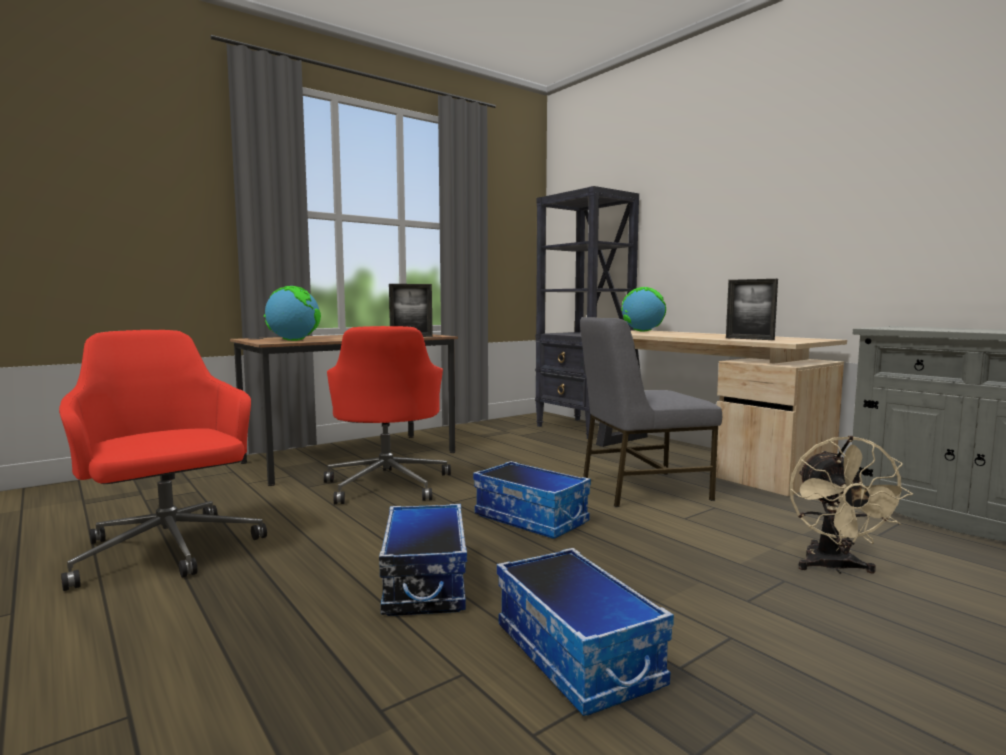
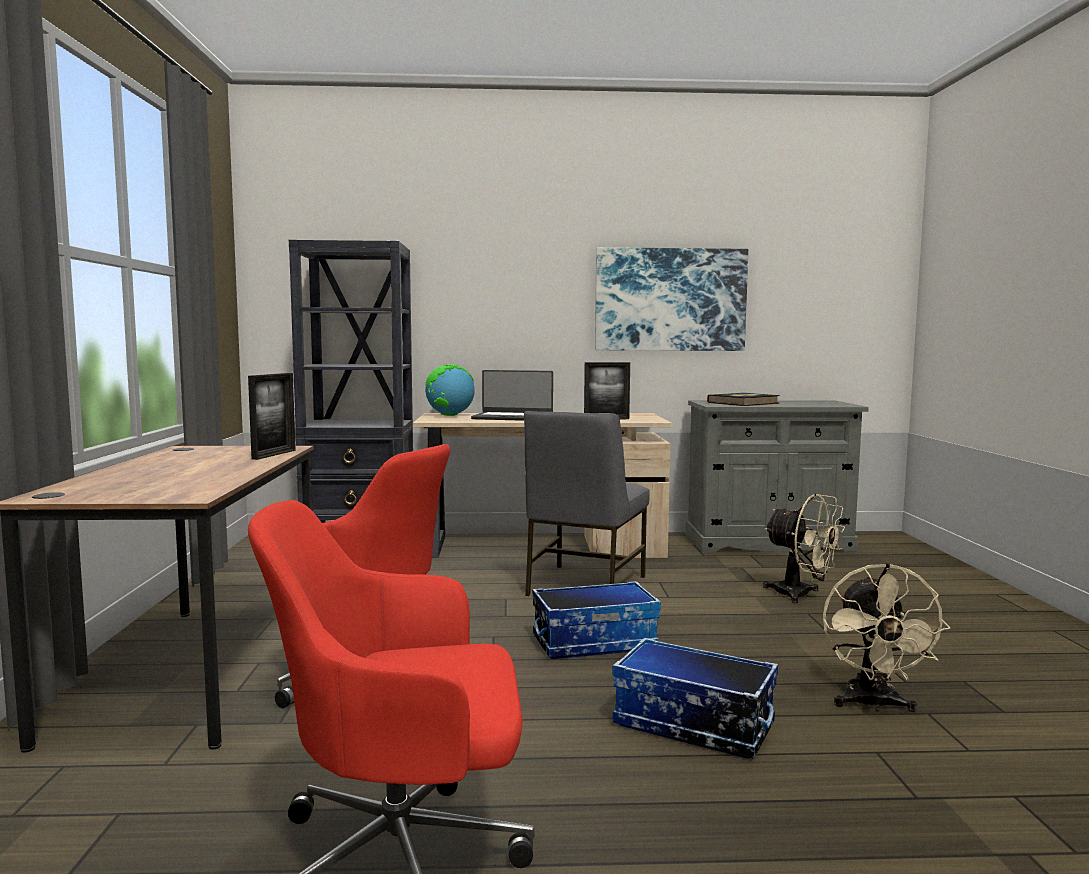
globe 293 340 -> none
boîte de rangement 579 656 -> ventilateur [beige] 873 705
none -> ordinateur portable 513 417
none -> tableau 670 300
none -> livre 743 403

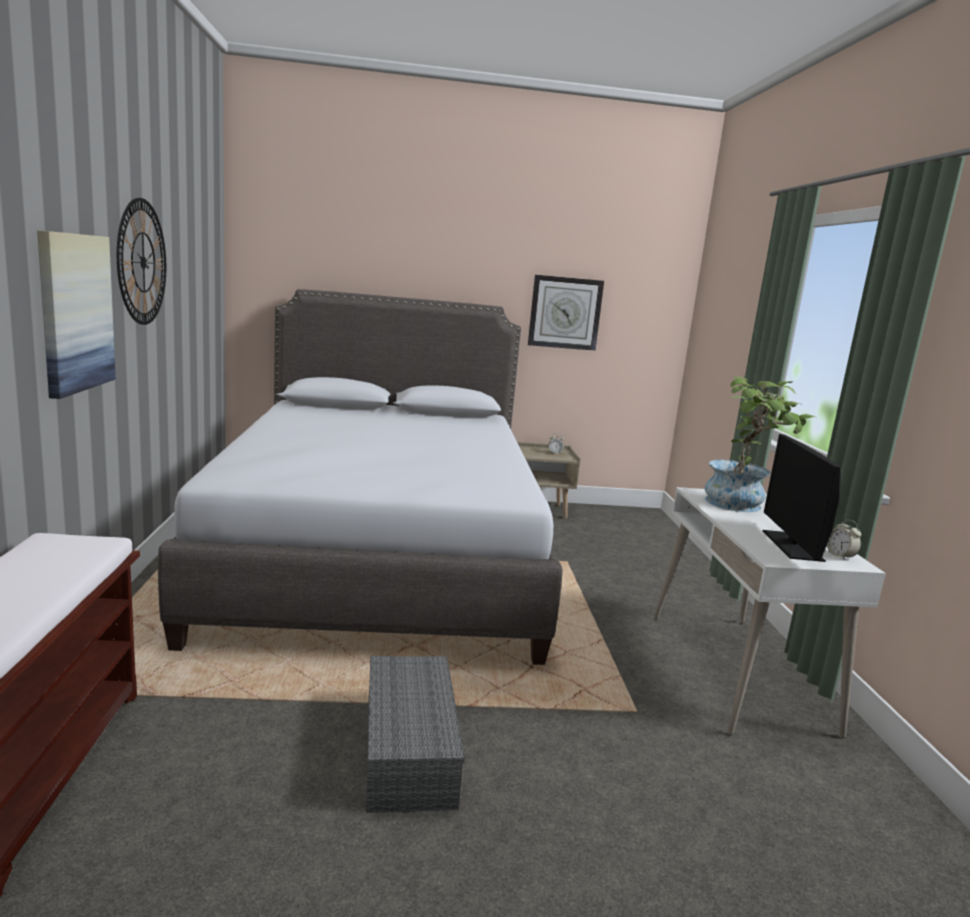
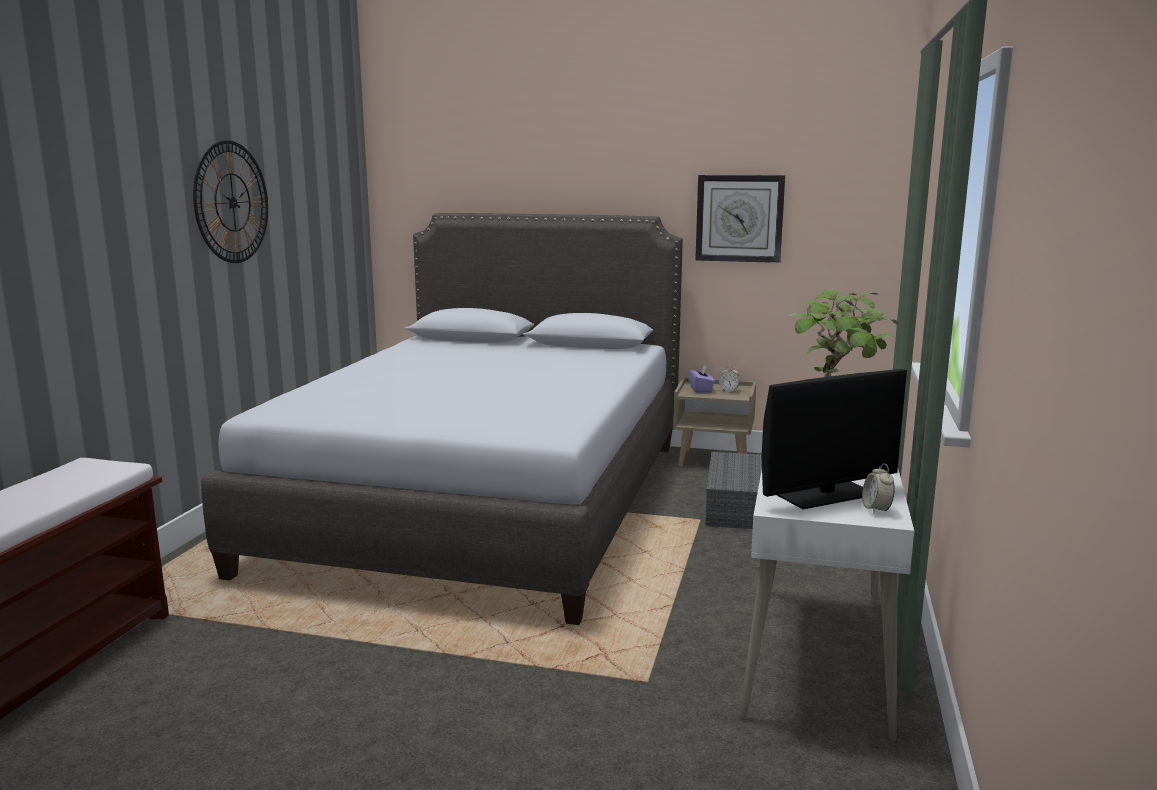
tableau 75 312 -> none
boîte de rangement [gris] 406 748 -> boîte de rangement [gris] 734 505, move
écran d'ordinateur 792 545 -> écran d'ordinateur 826 495, 135 degrees counterclockwise
none -> boîte à mouchoirs [violet] 701 390

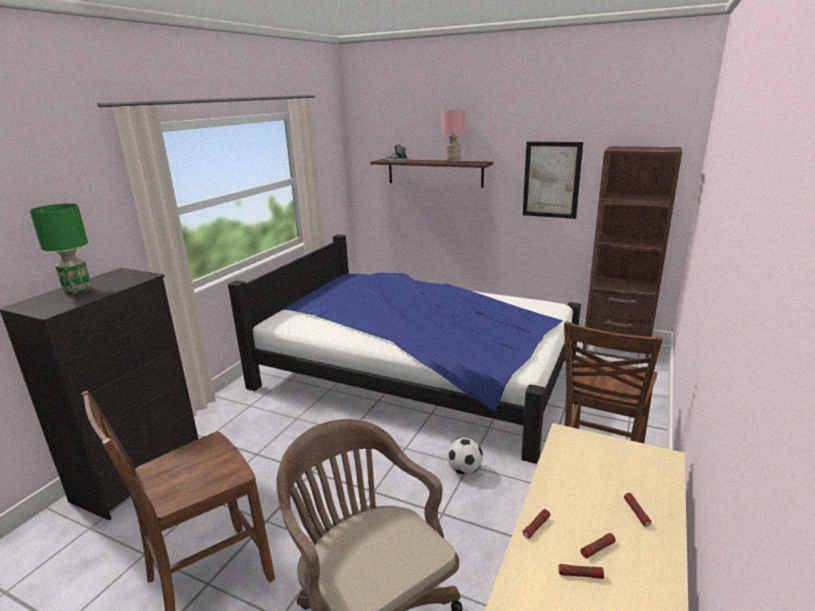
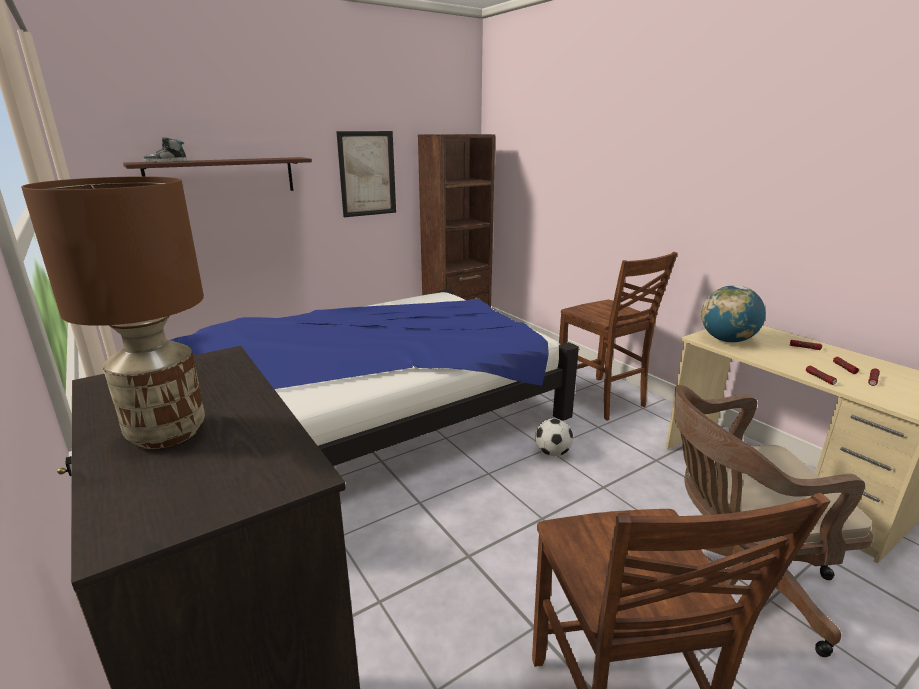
lampe de table [vert] 78 290 -> lampe de table [marron] 168 432
lampe de table [rose] 453 161 -> none
none -> globe 727 340

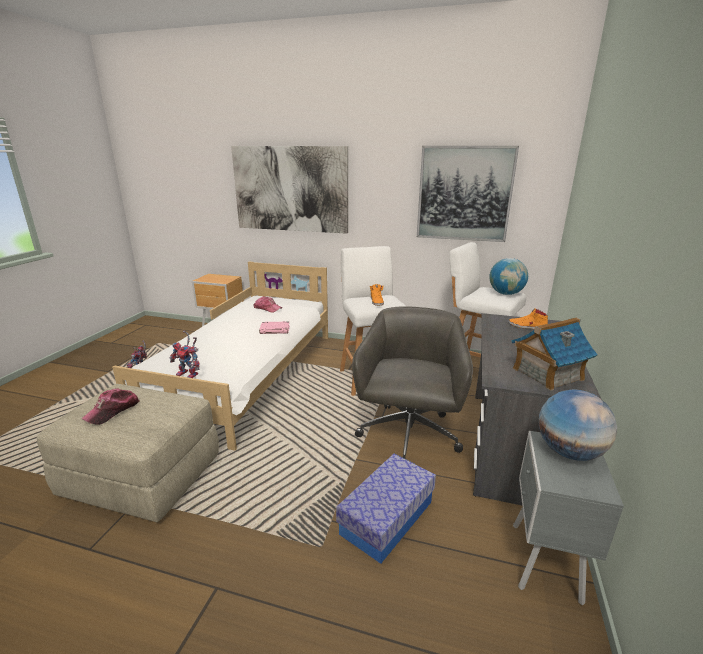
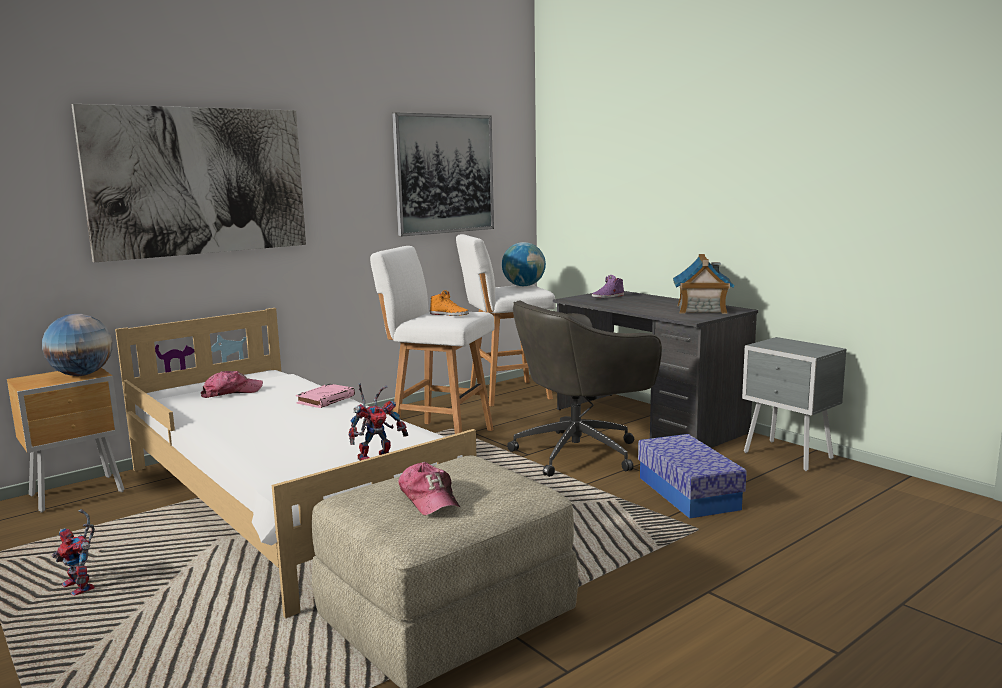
chaise de bureau [gris] 408 436 -> chaise de bureau [gris] 580 453, 75 degrees counterclockwise
chaussure [orange] 527 326 -> chaussure [violet] 608 297
globe 569 452 -> globe 81 375, move

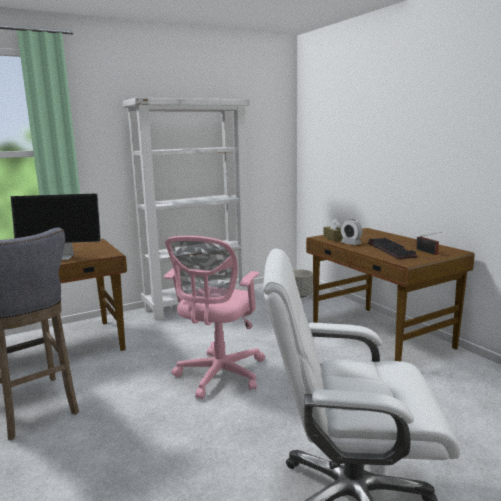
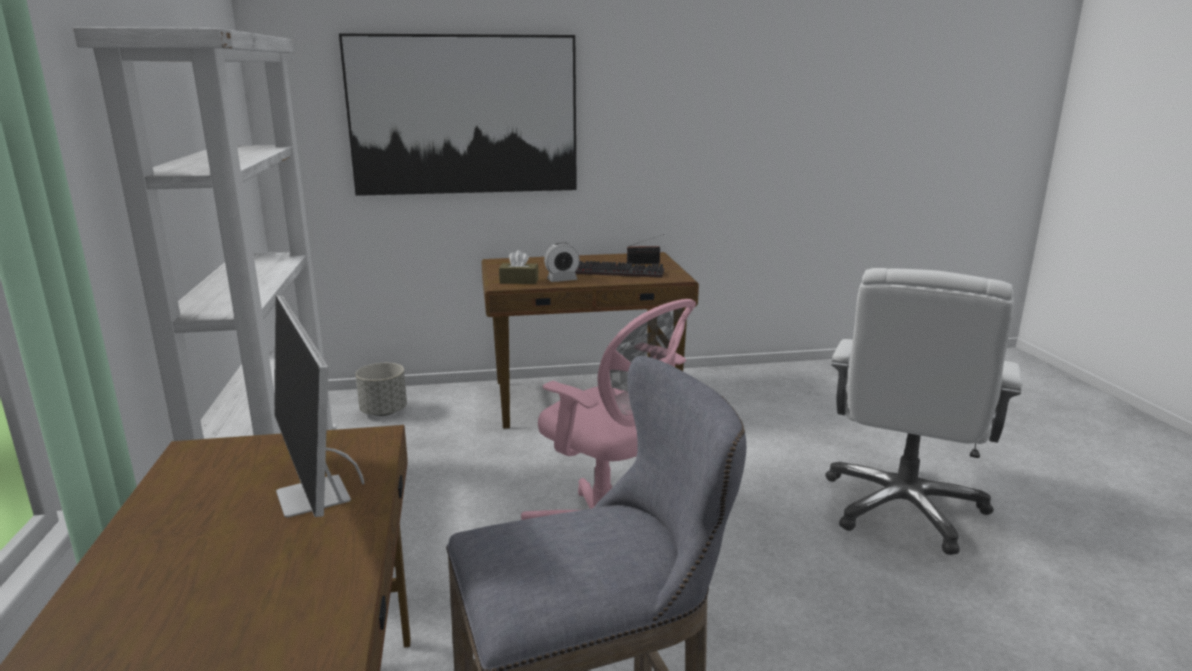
écran d'ordinateur 62 257 -> écran d'ordinateur 315 497, 135 degrees clockwise
none -> tableau 464 115

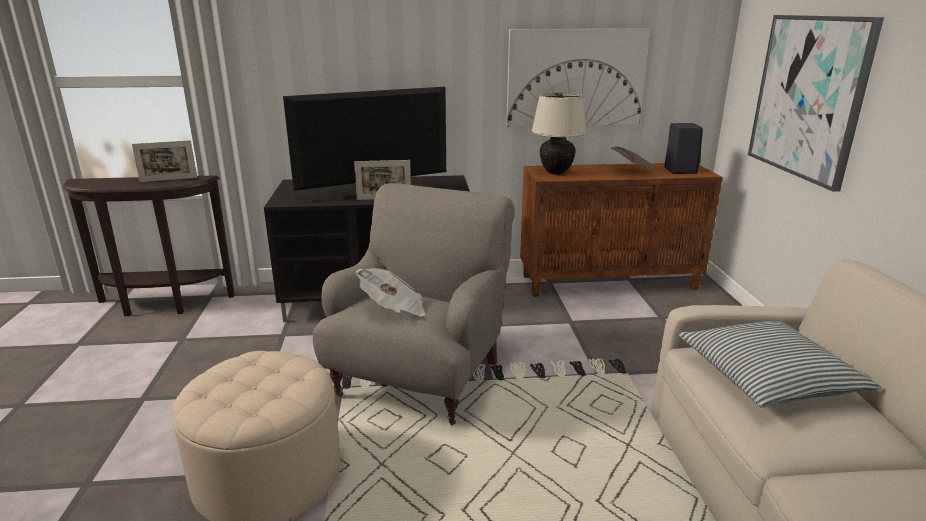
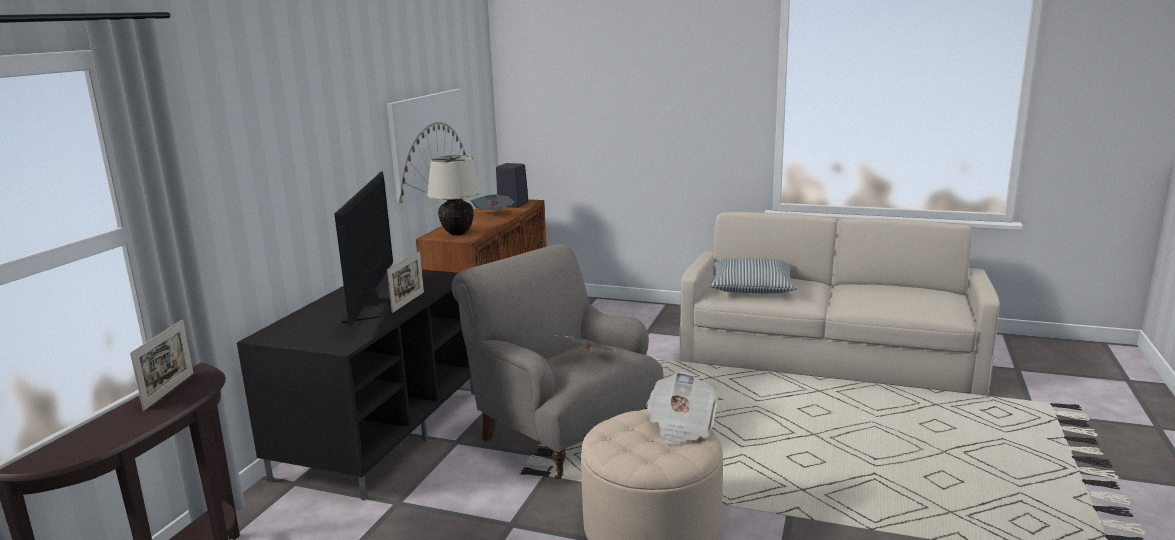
tableau 808 97 -> none
none -> journal 681 426

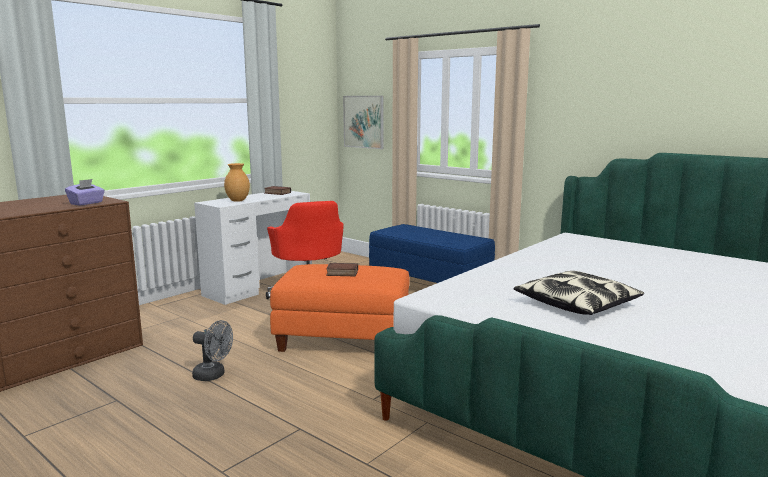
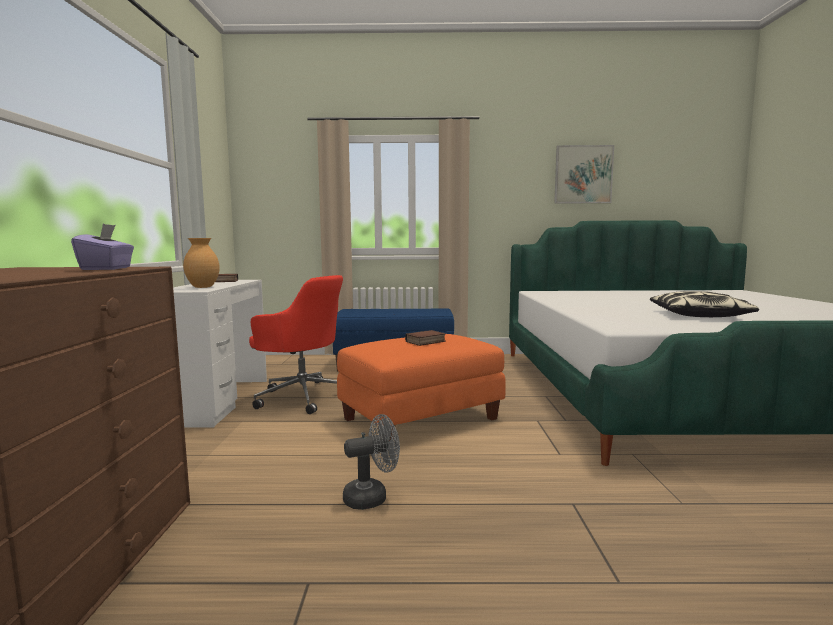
tableau 364 122 -> tableau 583 174, move

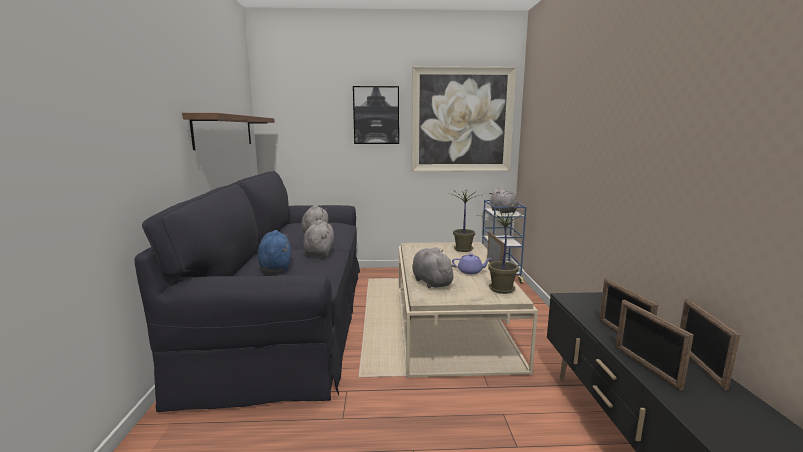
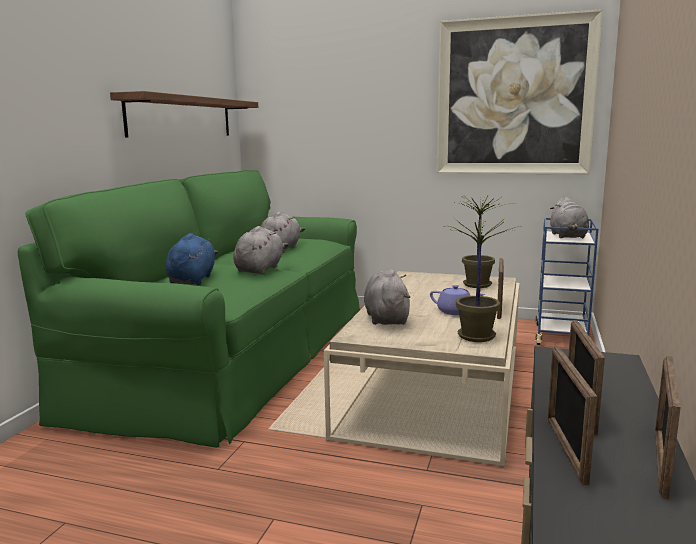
canapé [noir] 291 317 -> canapé [vert] 239 353
tableau 376 115 -> none

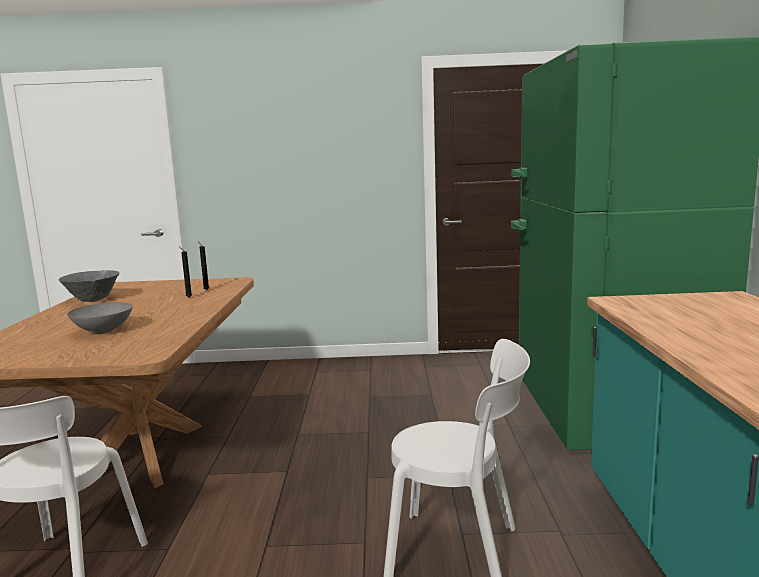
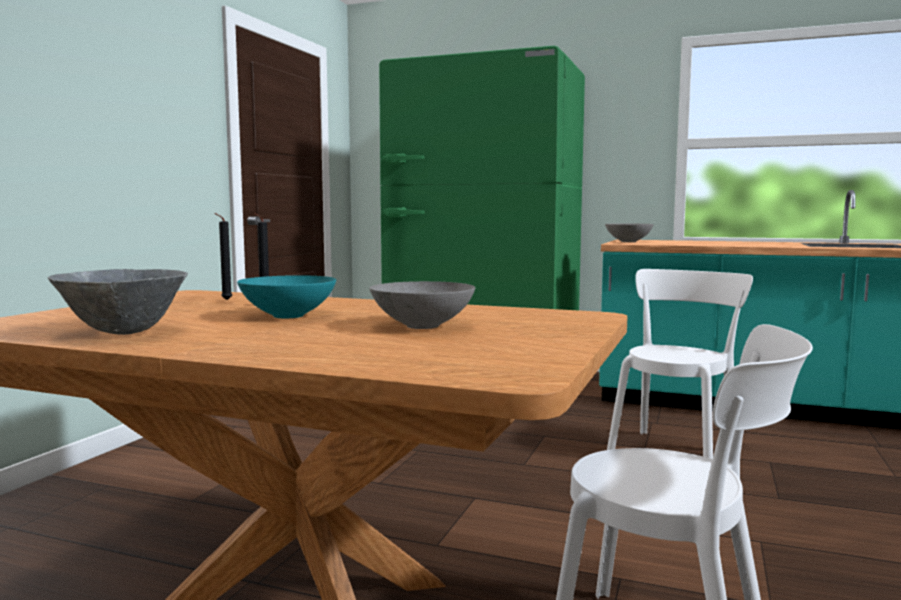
none -> bol [turquoise] 289 315
none -> bol [gris] 628 241

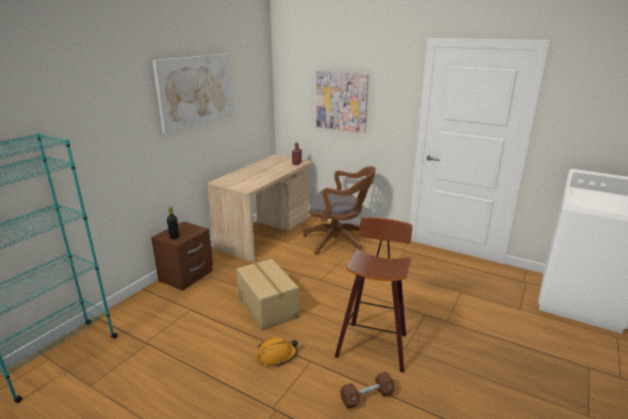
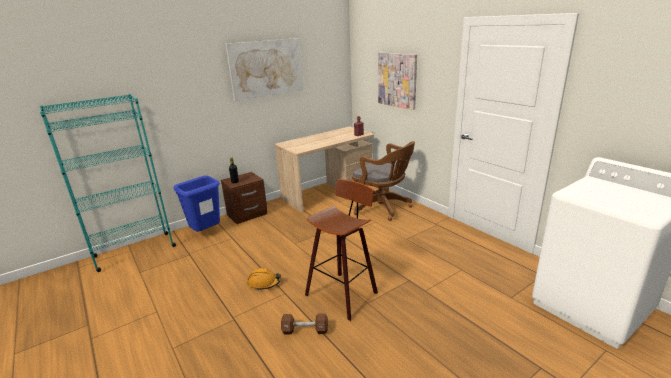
carton 268 306 -> none
none -> poubelle [bleu] 207 233

